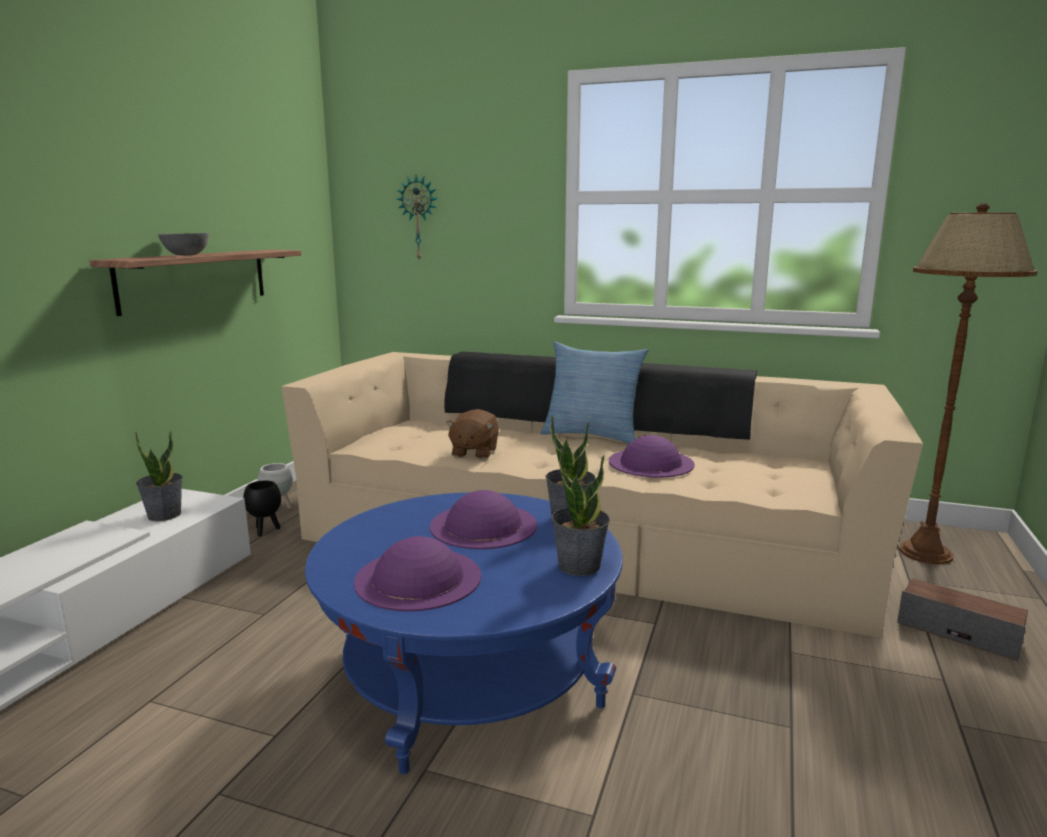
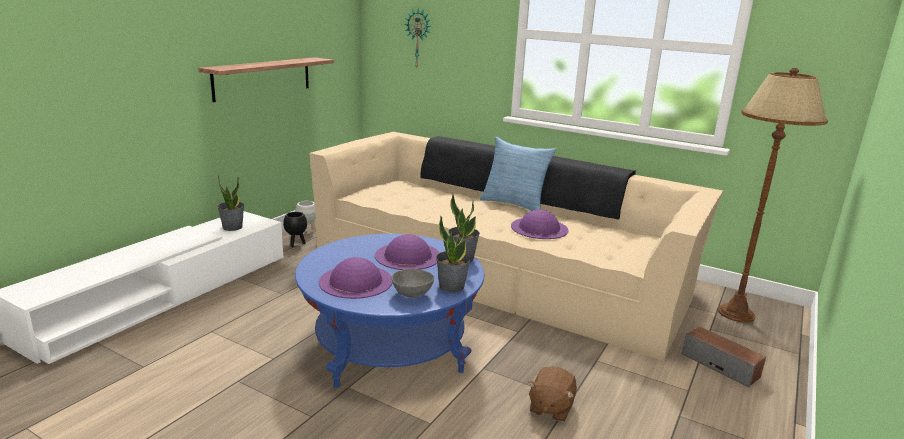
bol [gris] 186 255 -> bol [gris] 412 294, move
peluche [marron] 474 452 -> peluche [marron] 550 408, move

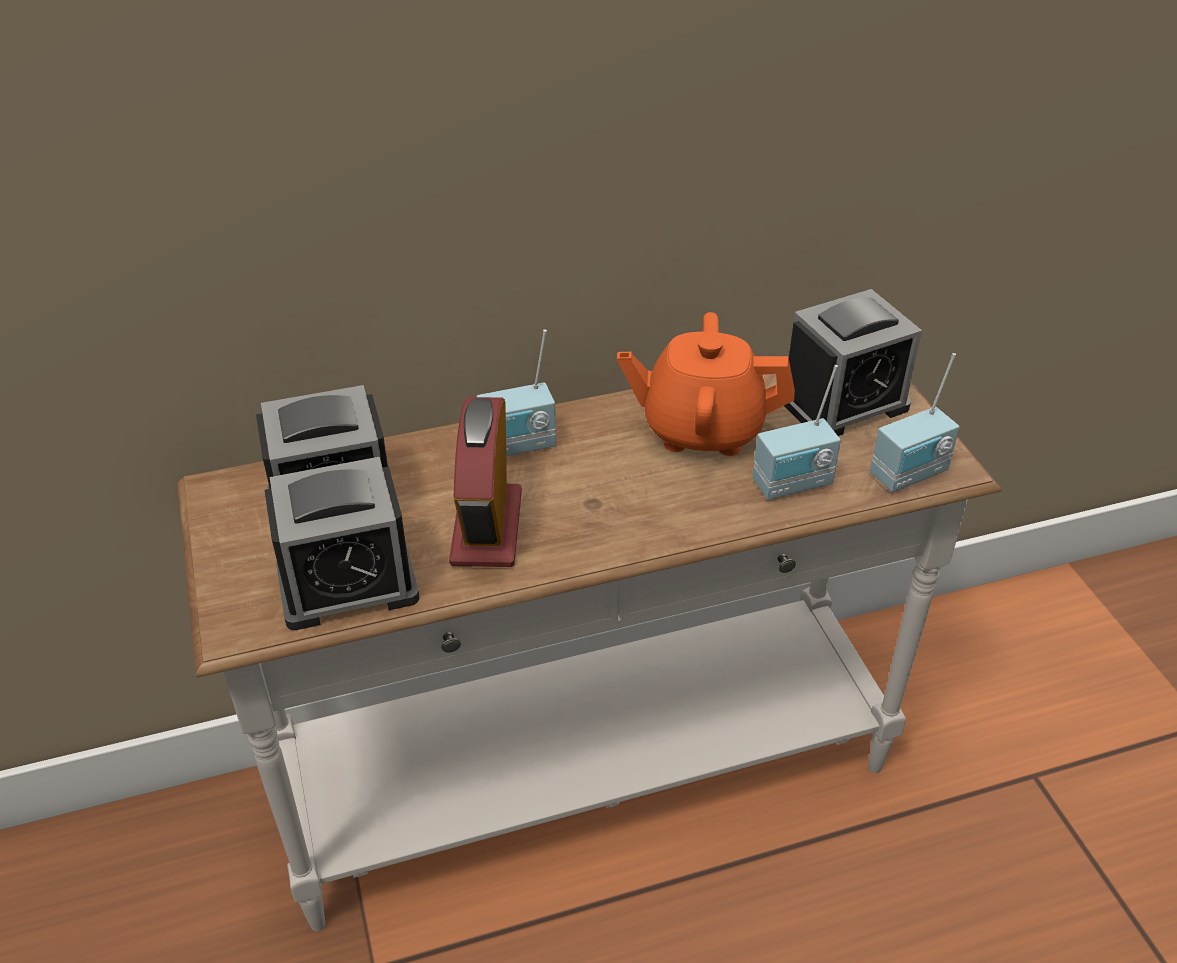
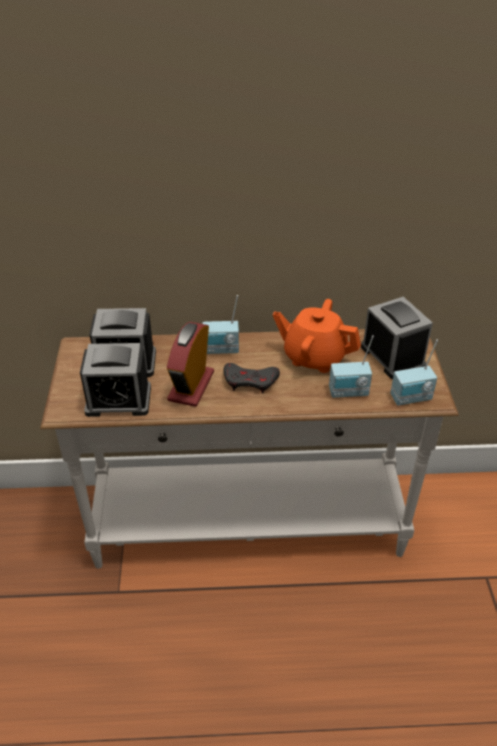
réveil 843 403 -> réveil 392 356, 105 degrees counterclockwise
none -> manette [gris] 250 381

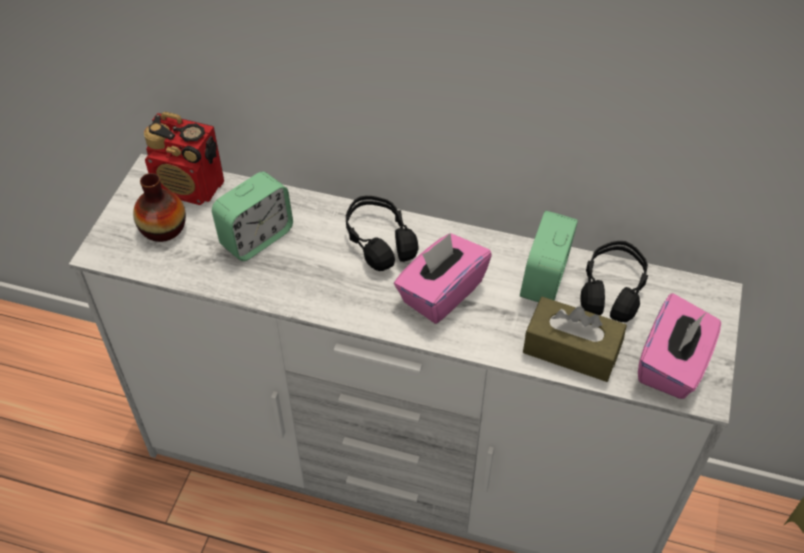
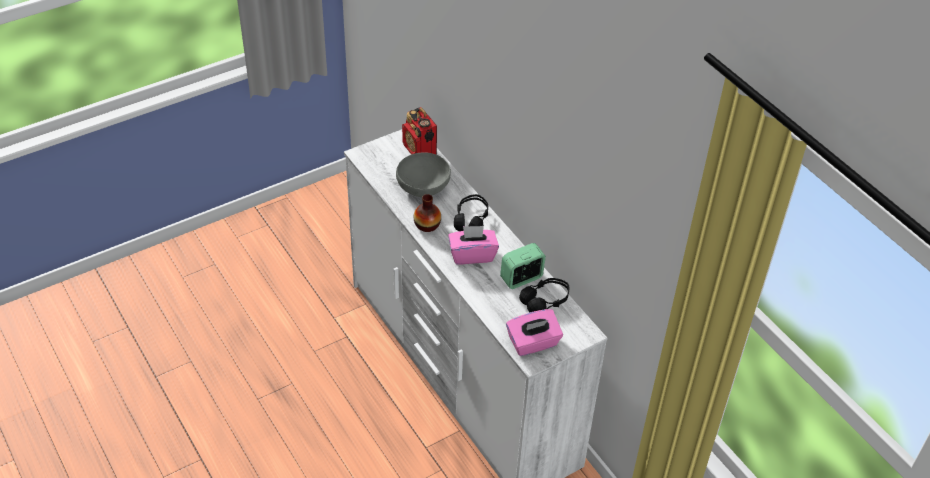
vase 163 228 -> vase 427 225, move
réveil 256 238 -> bol [gris] 424 187
boîte à mouchoirs [marron] 571 349 -> none

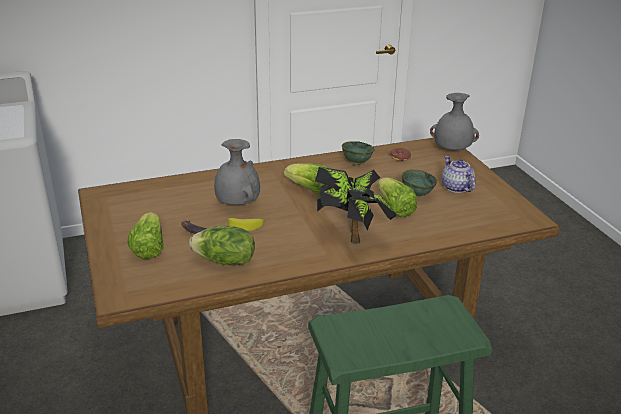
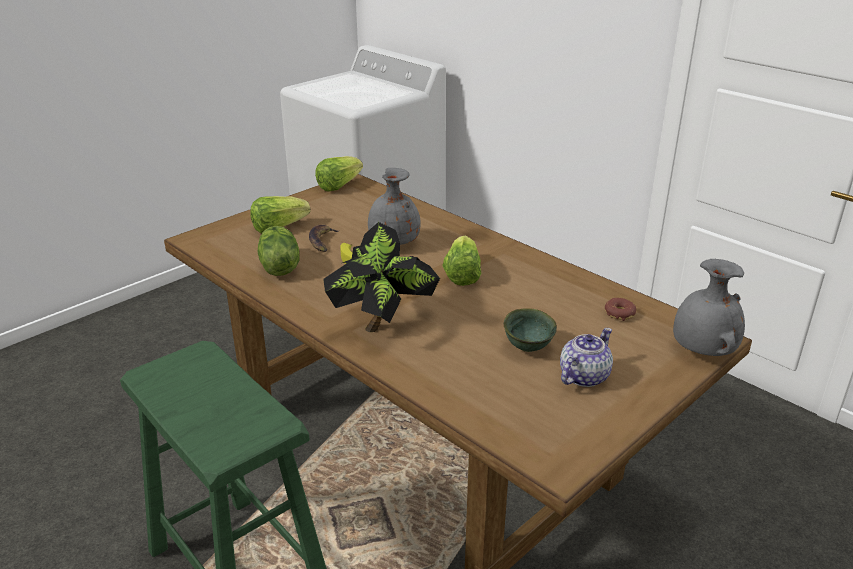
bol [vert] 356 162 -> none
laitue 394 209 -> laitue 338 186, move

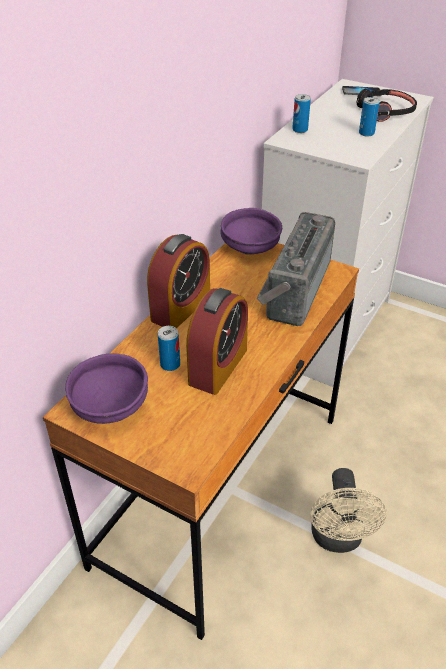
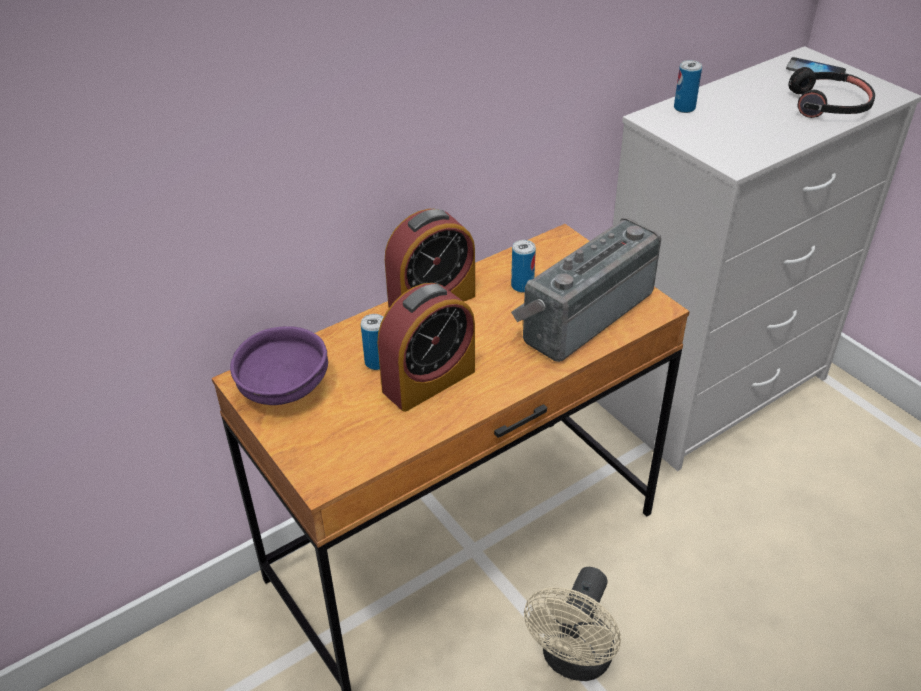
bol [violet] 250 249 -> none
boîte métallique 366 133 -> boîte métallique 522 286, move

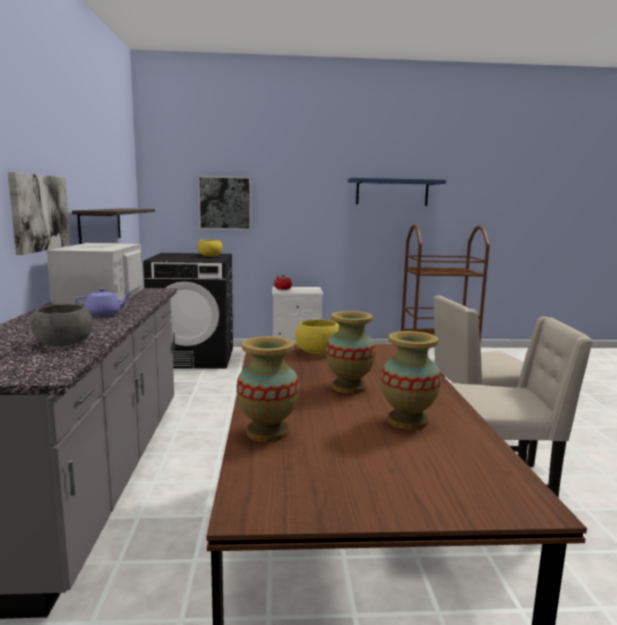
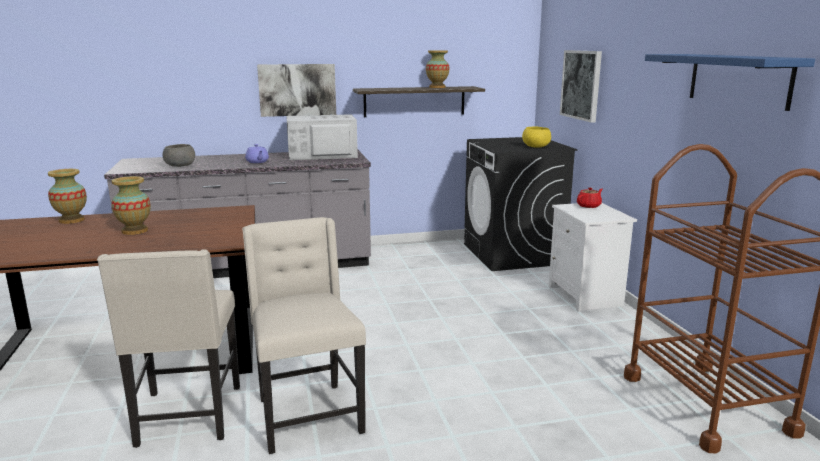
bol [jaune] 318 351 -> none
vase 407 421 -> vase 437 87, move

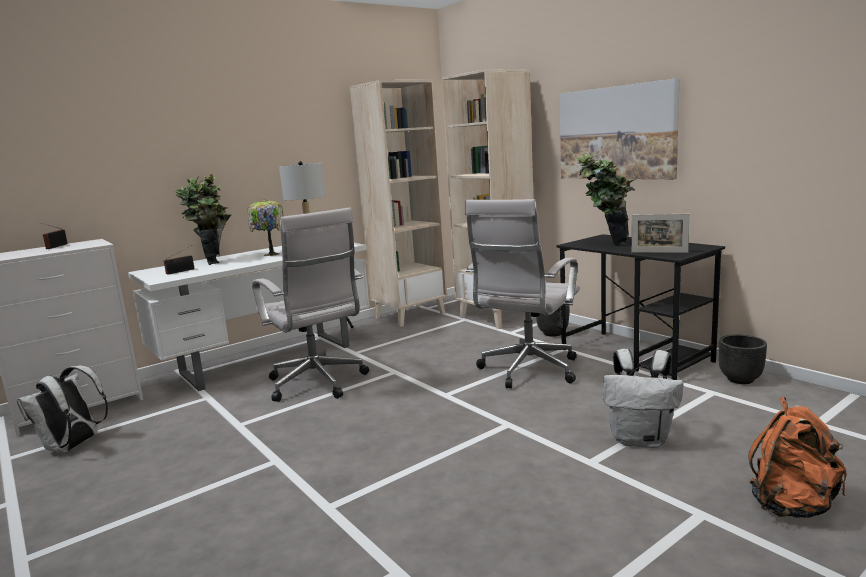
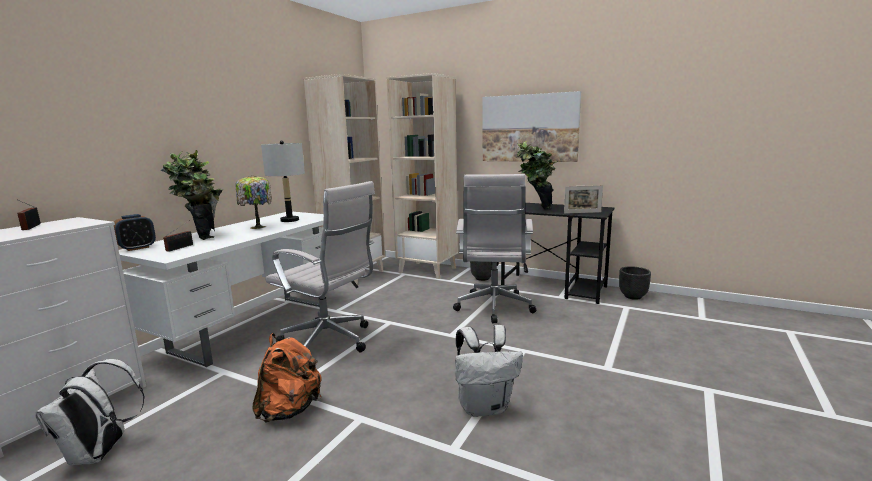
sac à dos [blanc] 641 439 -> sac à dos [blanc] 485 407, move
sac à dos [orange] 792 505 -> sac à dos [orange] 290 410, move
none -> réveil 137 248

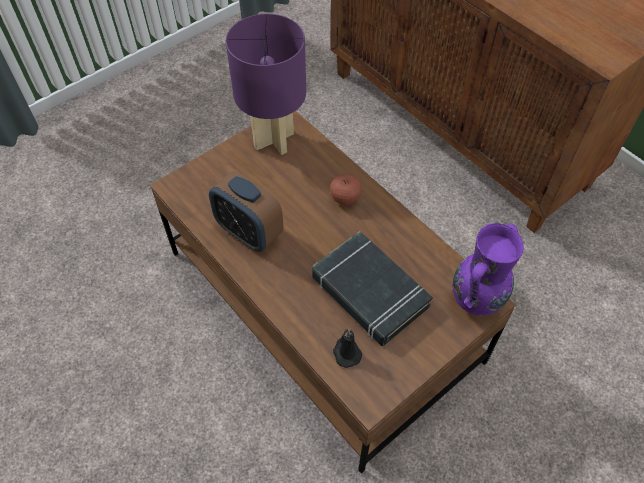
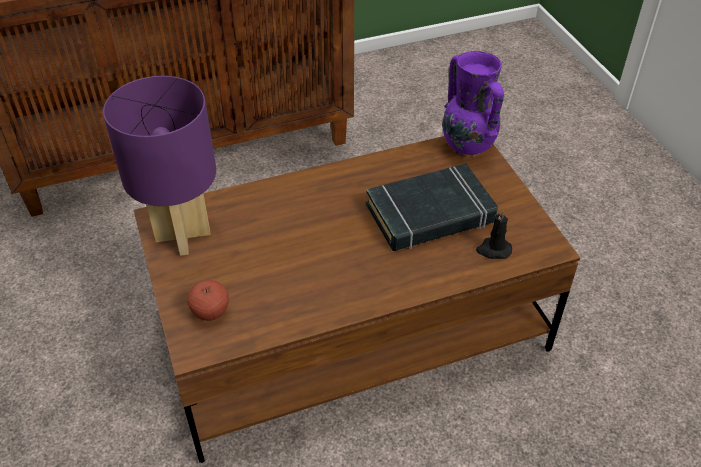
réveil 249 232 -> none
pomme 345 198 -> pomme 210 312, move

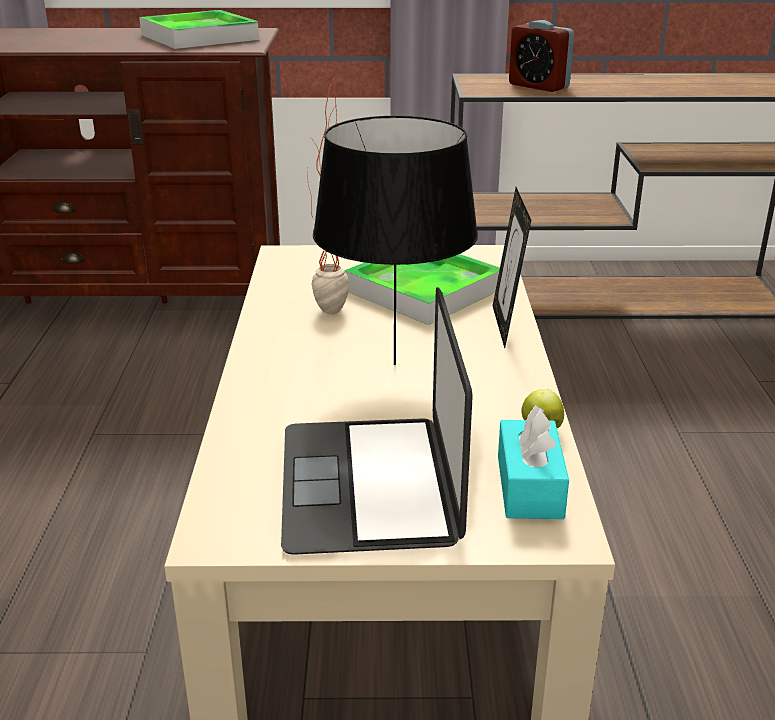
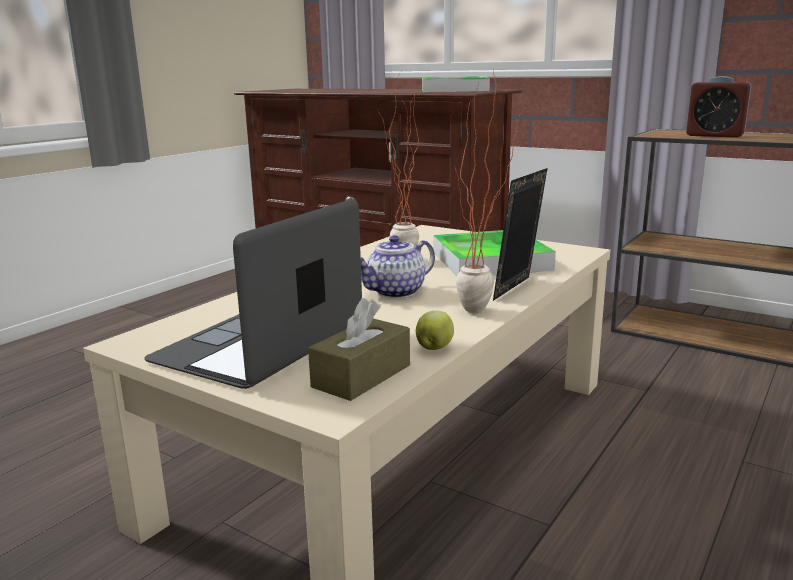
lampe de table [noir] 395 364 -> théière 395 292
boîte à mouchoirs [turquoise] 529 486 -> boîte à mouchoirs [marron] 361 376
réveil 538 86 -> réveil 714 135, 45 degrees counterclockwise
none -> plante en pot 485 313

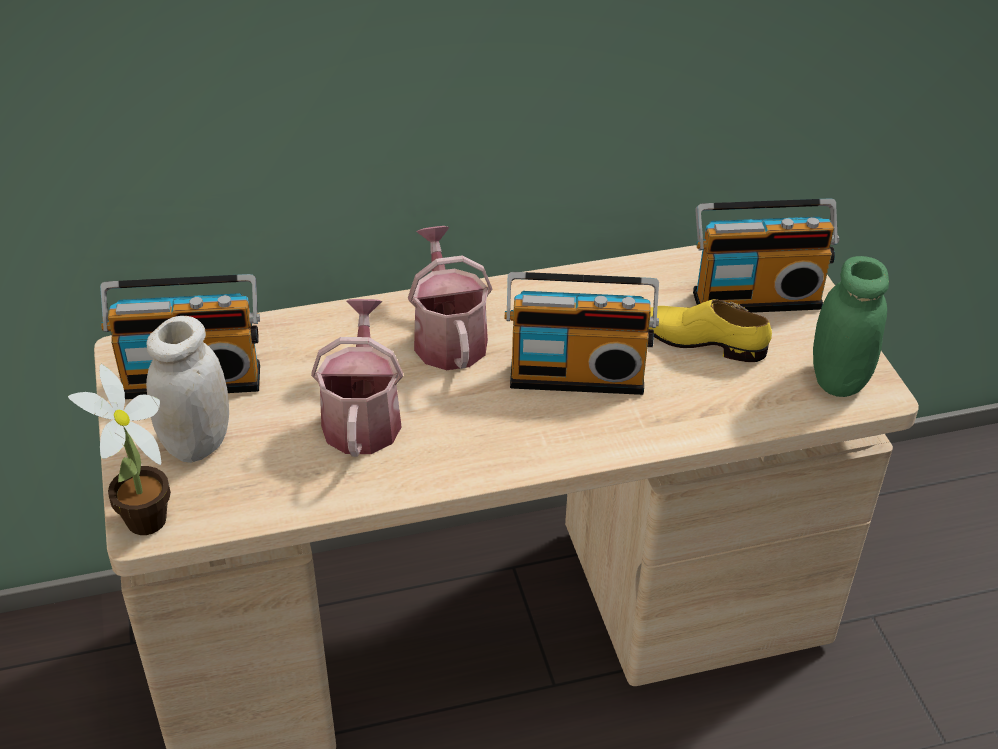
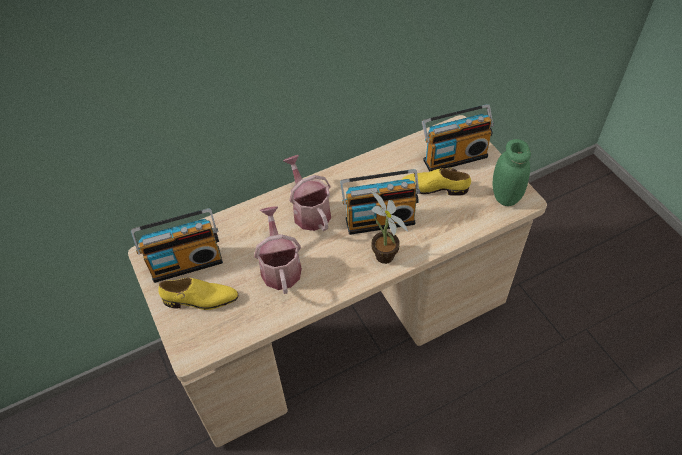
plante en pot 143 526 -> plante en pot 384 259, move
bocal [blanc] 197 443 -> chaussure [jaune] 201 300

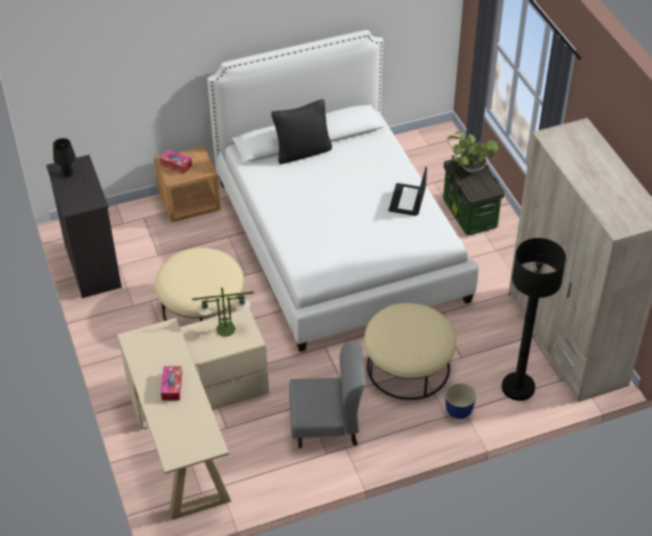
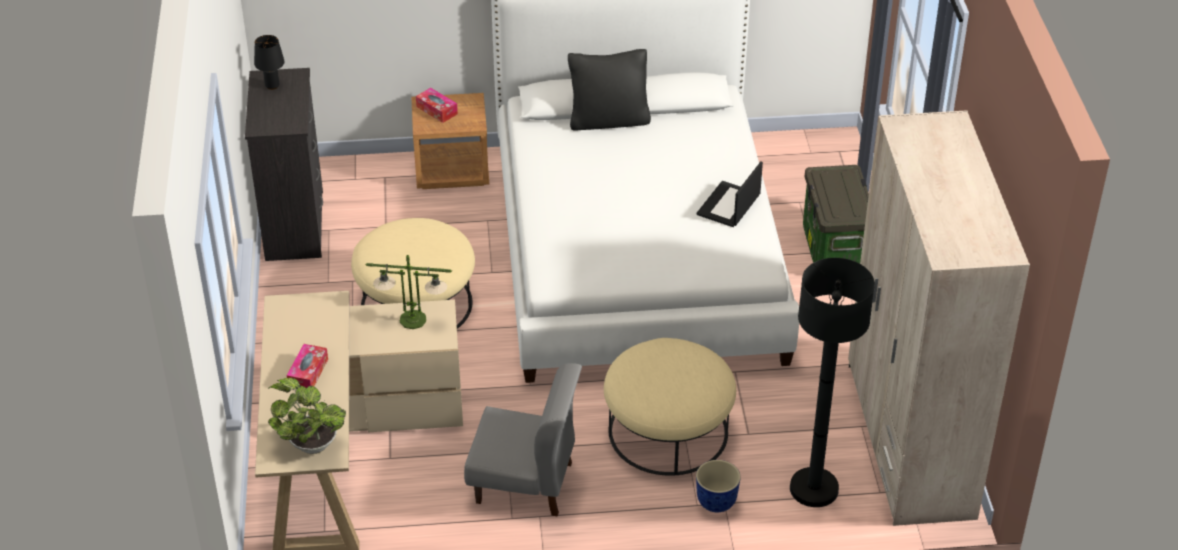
plante en pot 470 168 -> plante en pot 310 443, move

